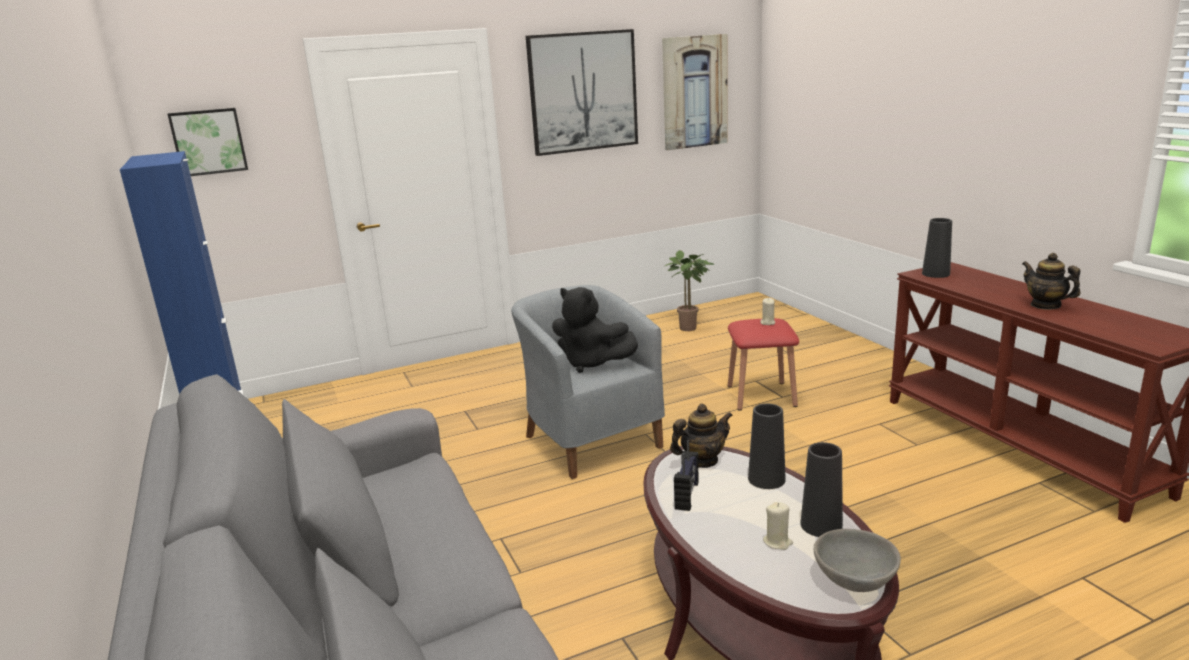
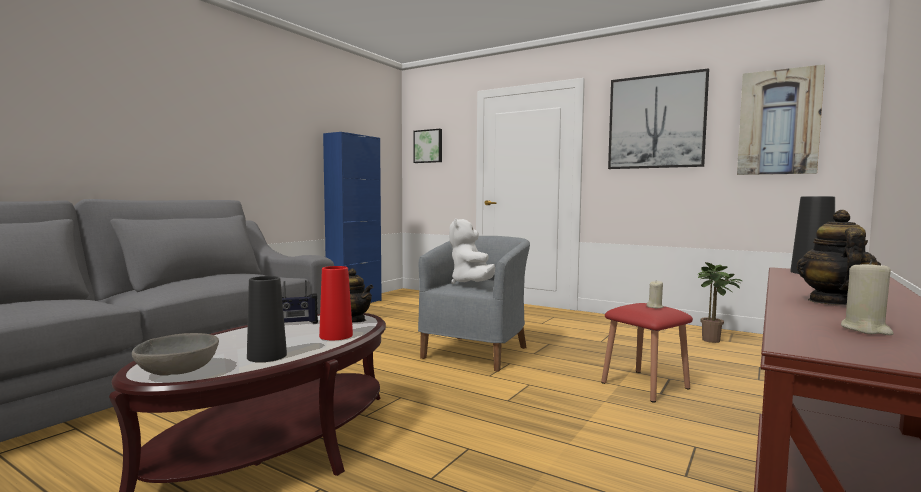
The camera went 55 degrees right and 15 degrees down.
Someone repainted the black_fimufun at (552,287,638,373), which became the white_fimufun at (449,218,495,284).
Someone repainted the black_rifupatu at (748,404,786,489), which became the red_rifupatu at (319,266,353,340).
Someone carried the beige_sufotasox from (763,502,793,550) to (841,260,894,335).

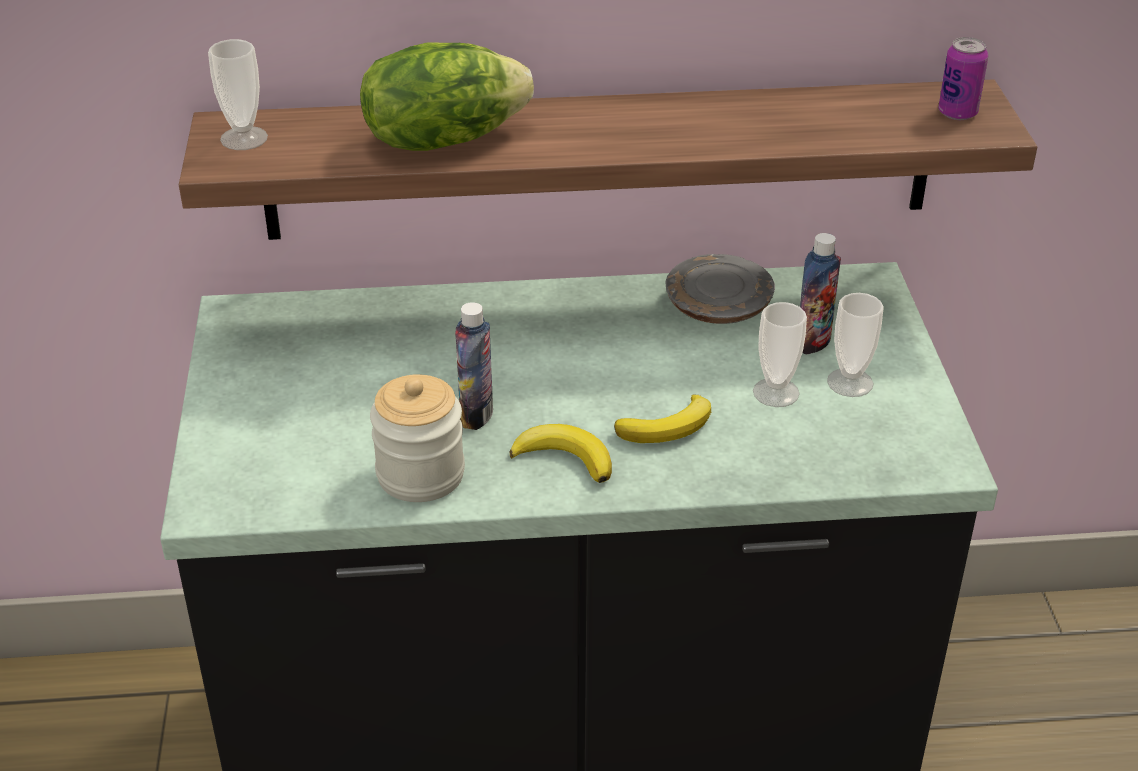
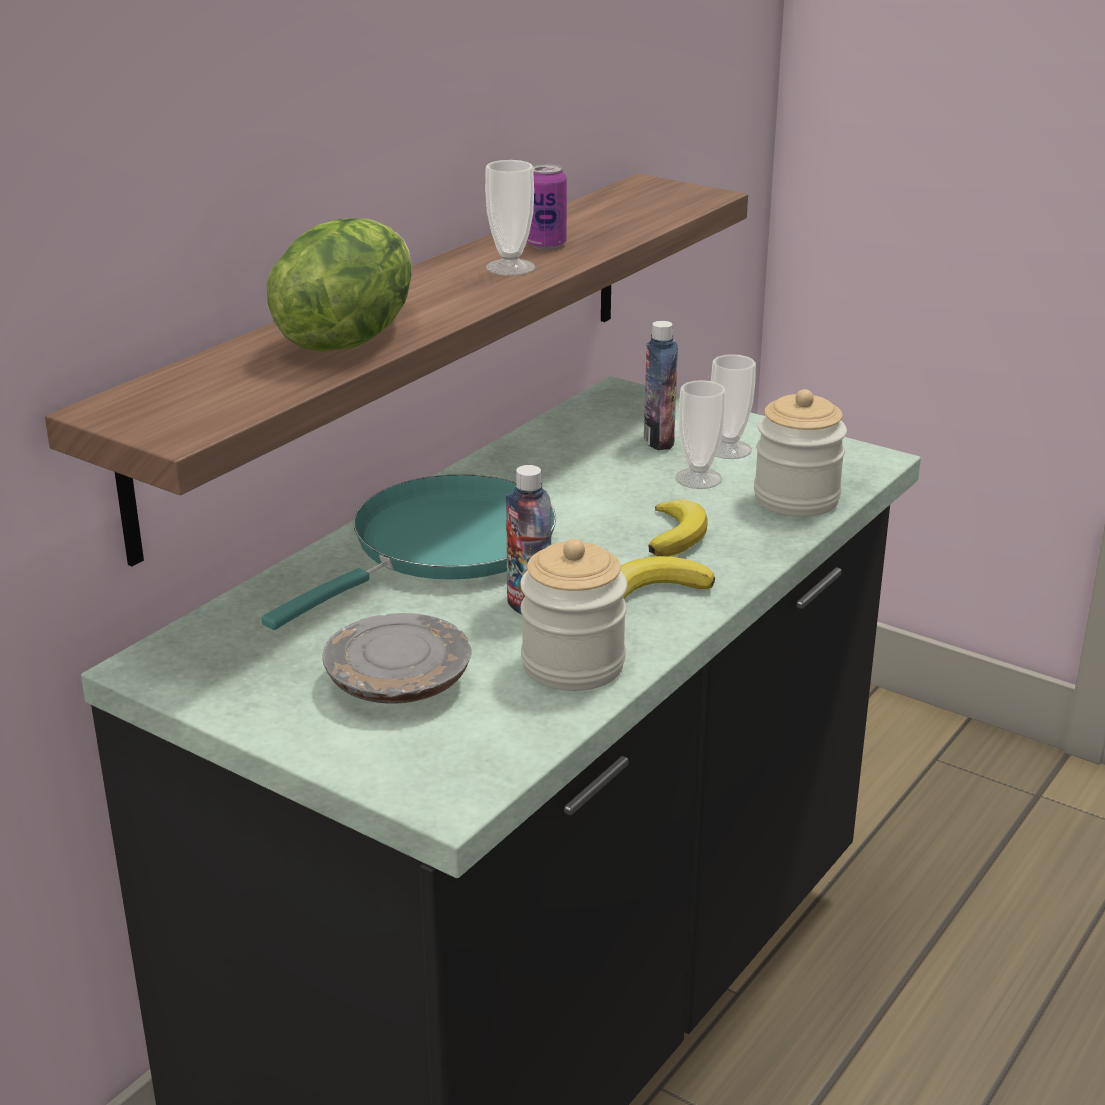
The camera went 50 degrees left and 10 degrees down.
Someone carried the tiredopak from (208,39,268,150) to (485,160,535,276).
Someone carried the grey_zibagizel from (666,254,775,324) to (322,613,472,703).
Someone carried the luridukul from (938,37,988,120) to (527,163,567,250).
Someone put down the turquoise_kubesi at (261,474,556,630).
Someone put down the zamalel at (754,389,847,517).

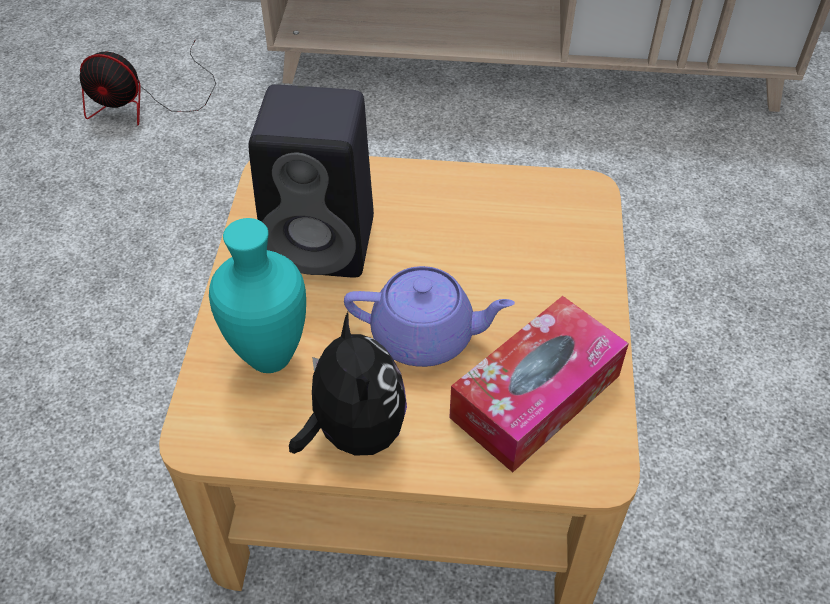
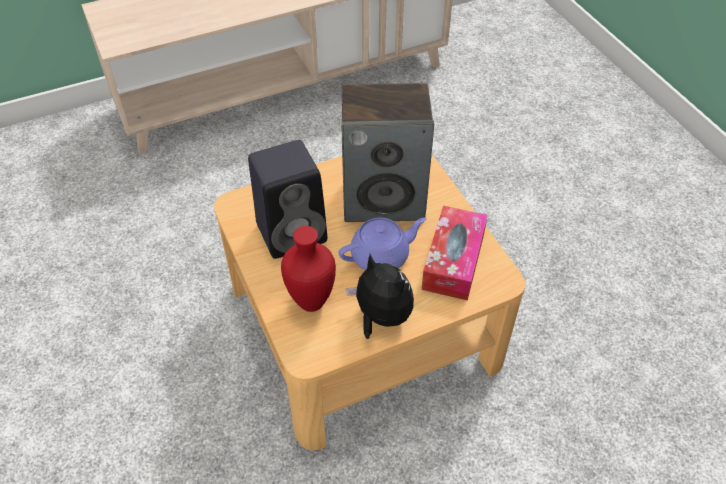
The camera went 30 degrees left and 0 degrees up.
Someone took away the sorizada at (80,41,216,125).
Someone repainted the turquoise_rifupatu at (209,218,306,373), which became the red_rifupatu at (281,226,336,312).
Someone put down the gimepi at (342,83,434,222).

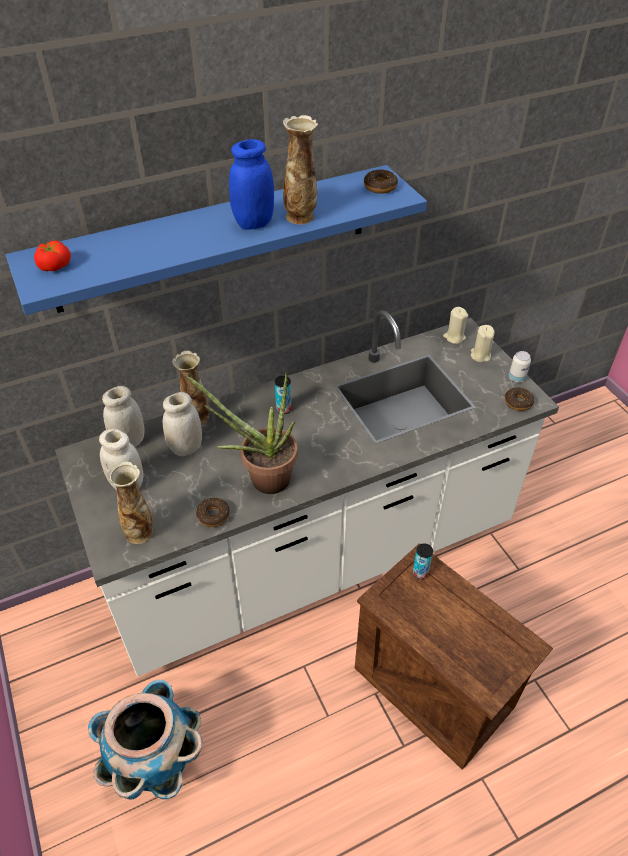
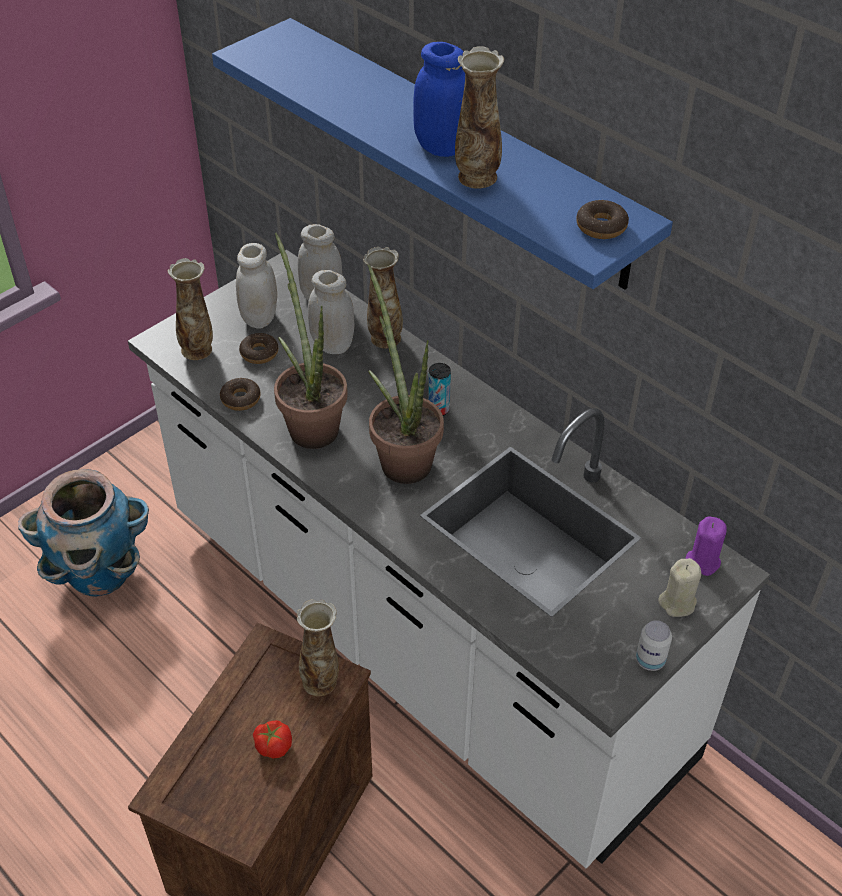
The camera went 70 degrees right and 0 degrees up.
Someone carried the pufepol from (34,240,71,271) to (253,721,292,758).
Someone swapped the luridukul at (413,544,433,579) for the rifupatu at (297,599,339,696).
Someone repainted the beige_sufotasox at (443,307,468,344), which became the purple_sufotasox at (686,516,727,576).
Someone carried the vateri from (505,387,534,411) to (239,333,278,364).
Someone put down the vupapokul at (368,264,444,484).

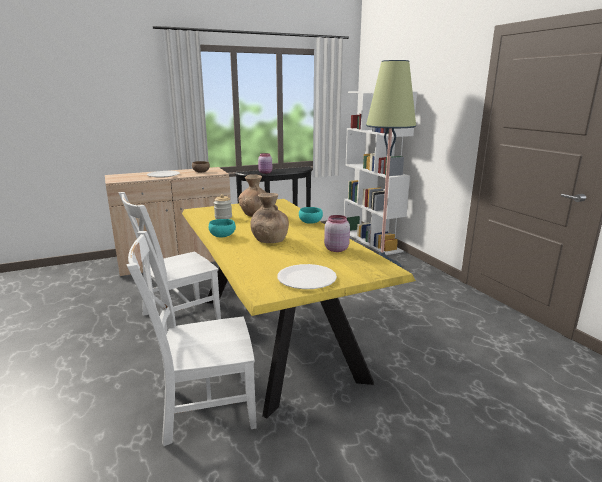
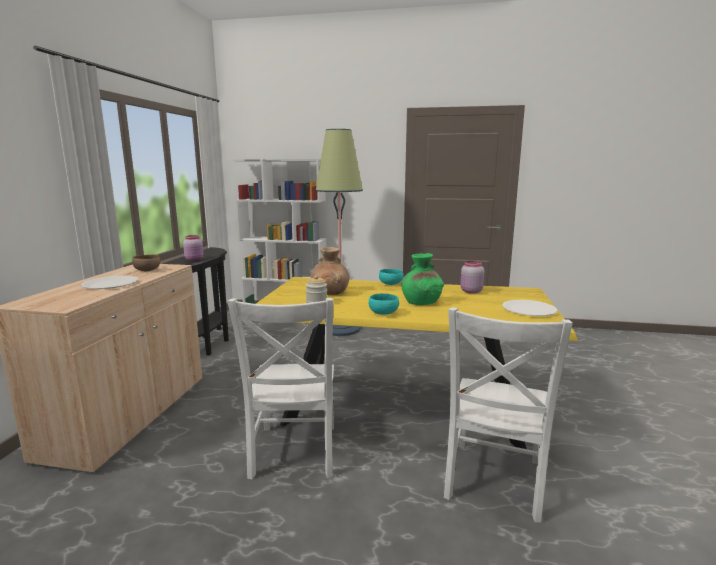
The camera went 55 degrees left and 5 degrees down.
Someone repainted the brown_rifupatu at (250,193,289,243), which became the green_rifupatu at (401,253,444,305).

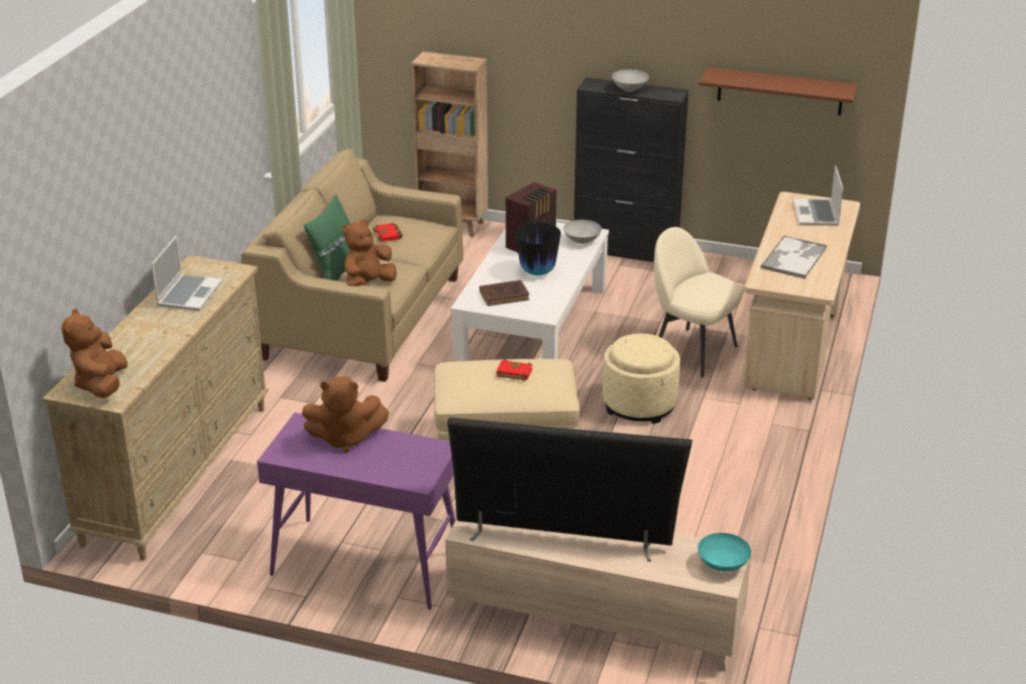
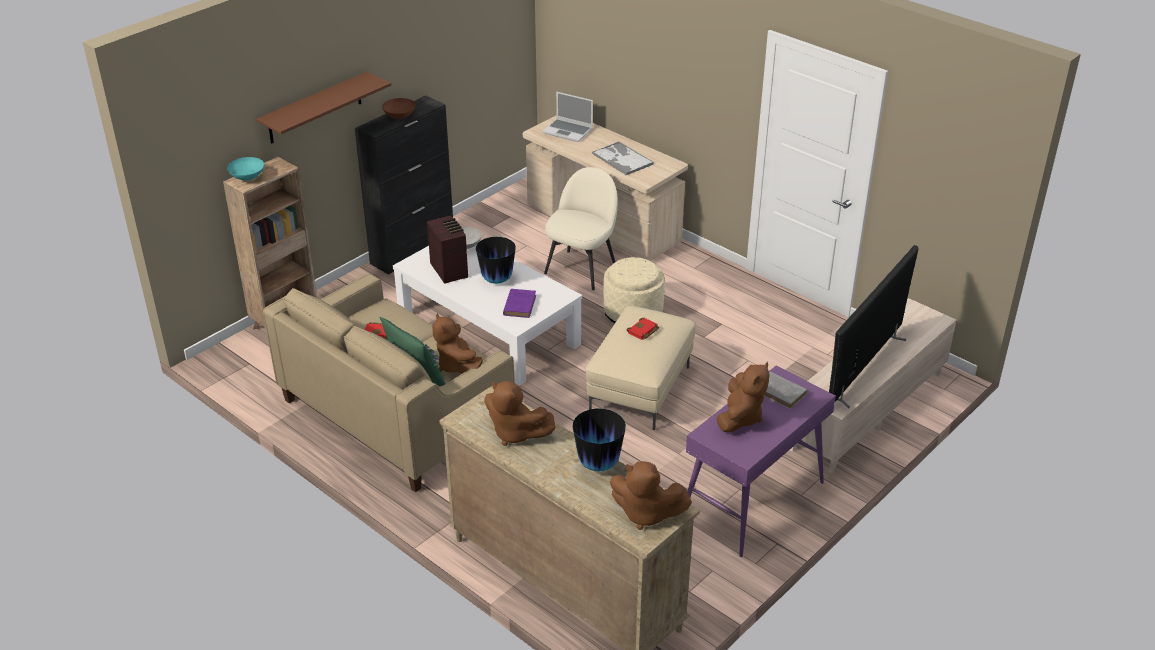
The camera went 65 degrees left and 5 degrees up.
Someone swapped the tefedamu at (151,235,223,311) for the brown_fimufun at (484,381,556,446).
Someone repainted the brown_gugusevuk at (480,280,530,306), which became the purple_gugusevuk at (503,289,536,318).
Someone repainted the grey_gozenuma at (612,69,649,92), which became the brown_gozenuma at (382,98,416,119).
Someone rotated the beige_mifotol at (654,227,742,378) by 150 degrees clockwise.
Someone carried the turquoise_gozenuma from (698,533,751,572) to (227,157,264,181).
Someone carried the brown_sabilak from (699,67,858,115) to (257,72,391,144).
Someone put down the rifupatu at (573,408,626,471).
Someone put down the grey_gugusevuk at (764,372,808,409).

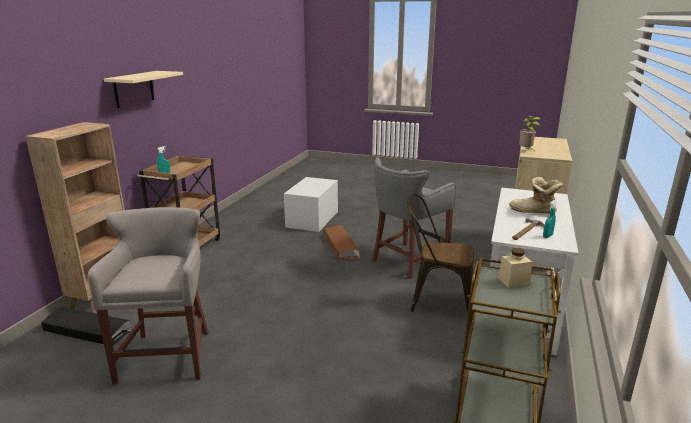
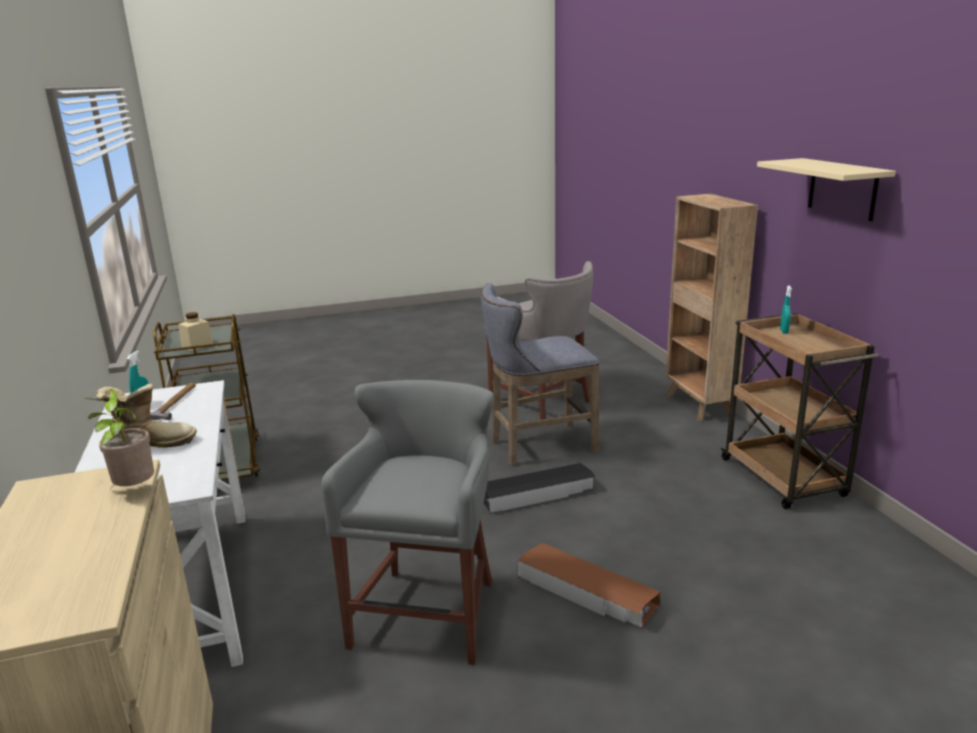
The camera went 145 degrees right and 0 degrees up.
Someone carried the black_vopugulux from (41,307,132,345) to (484,463,596,514).
Someone took away the white_vopugulux at (284,177,338,232).
Someone took away the brown_mifotol at (407,193,474,312).
Someone put down the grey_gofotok at (481,283,600,466).

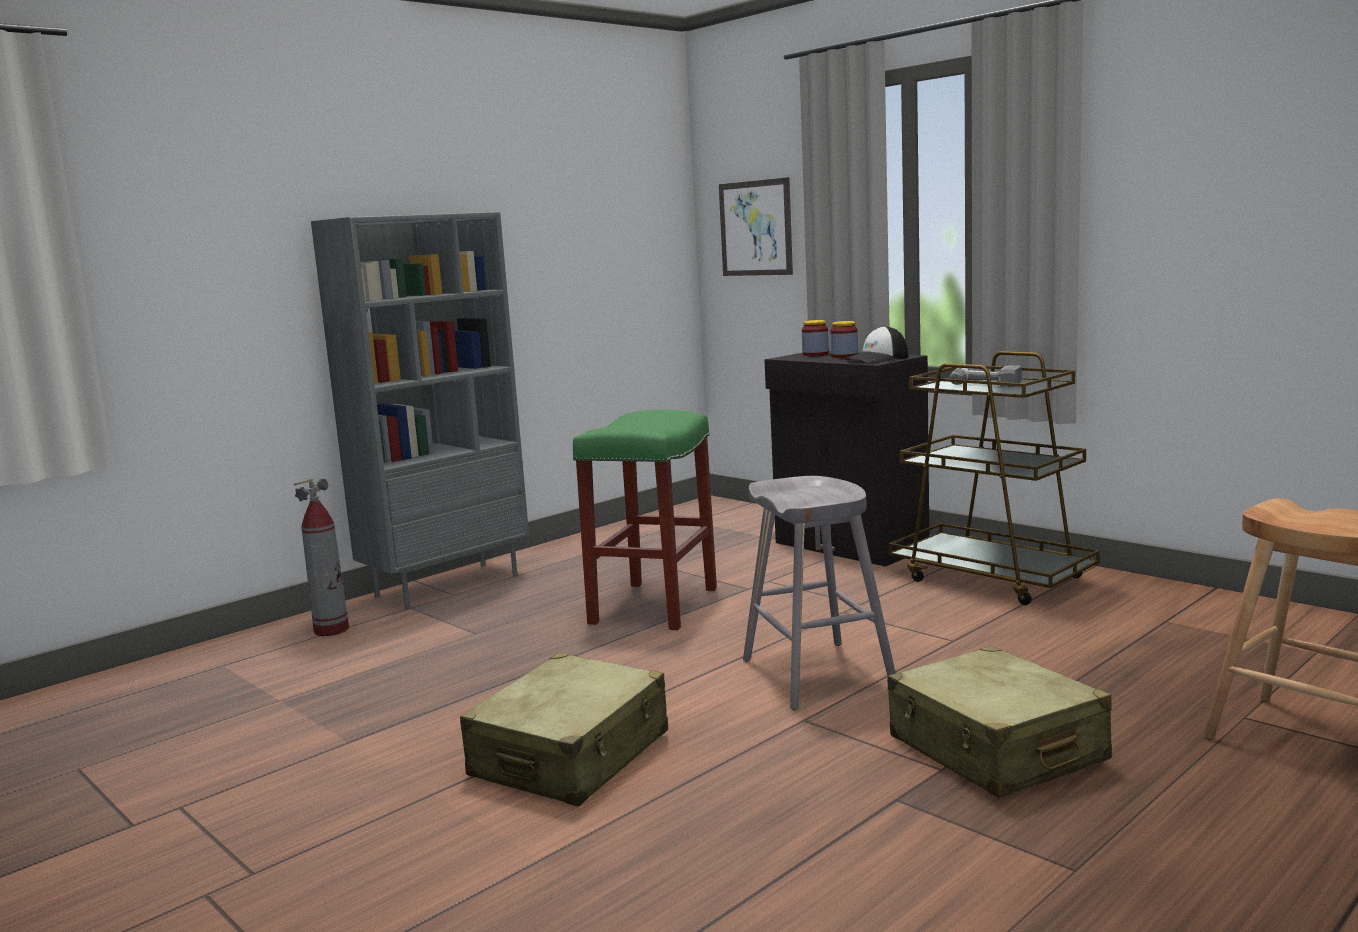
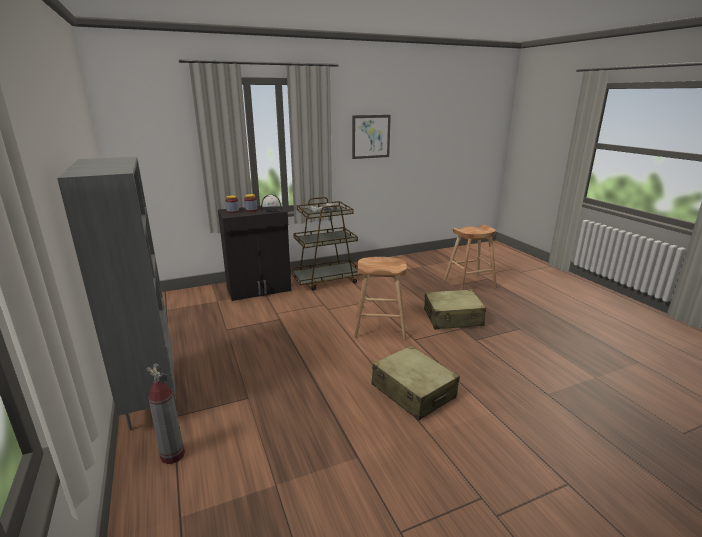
The camera went 70 degrees left and 10 degrees up.
Someone took away the green_gofotok at (573,410,717,630).
Someone carried the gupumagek from (719,177,793,276) to (352,115,391,159).
Someone repainted the grey_gofotok at (743,476,896,710), which became the brown_gofotok at (354,257,407,340).

